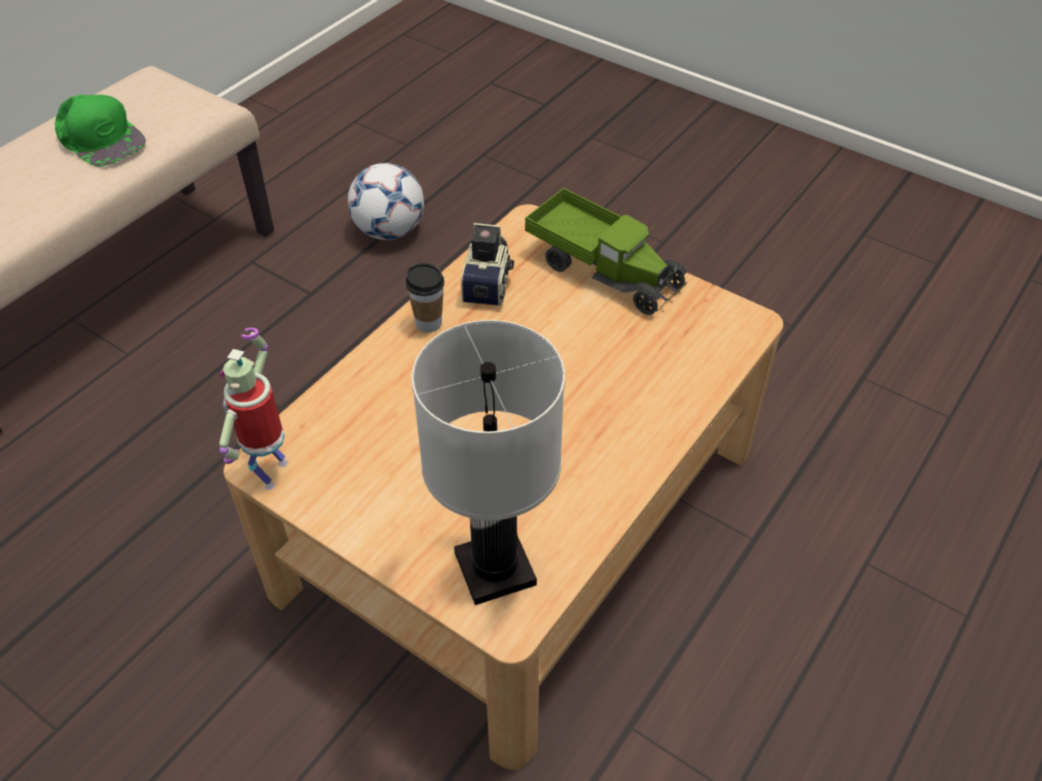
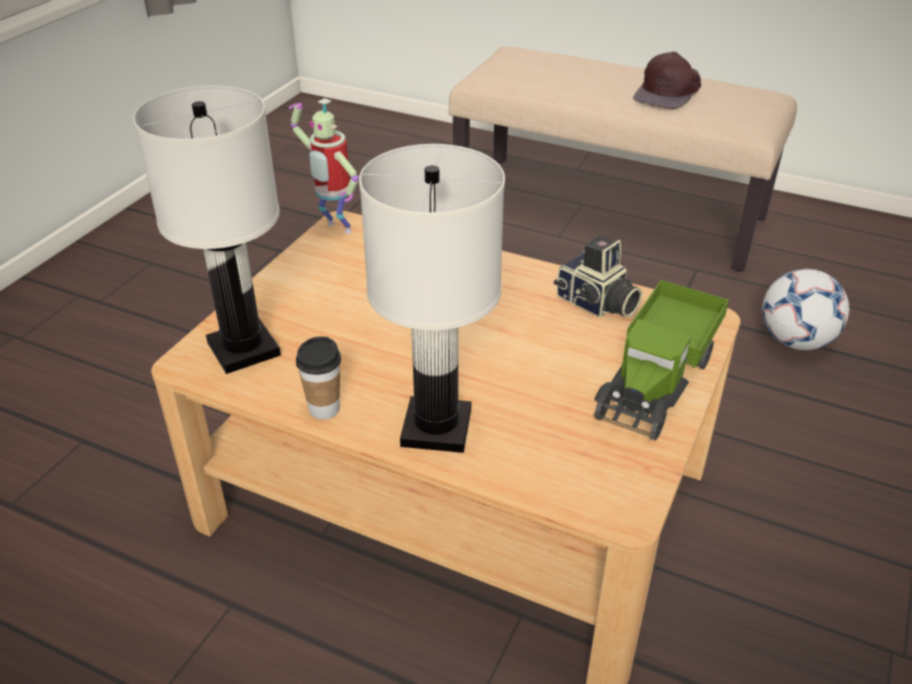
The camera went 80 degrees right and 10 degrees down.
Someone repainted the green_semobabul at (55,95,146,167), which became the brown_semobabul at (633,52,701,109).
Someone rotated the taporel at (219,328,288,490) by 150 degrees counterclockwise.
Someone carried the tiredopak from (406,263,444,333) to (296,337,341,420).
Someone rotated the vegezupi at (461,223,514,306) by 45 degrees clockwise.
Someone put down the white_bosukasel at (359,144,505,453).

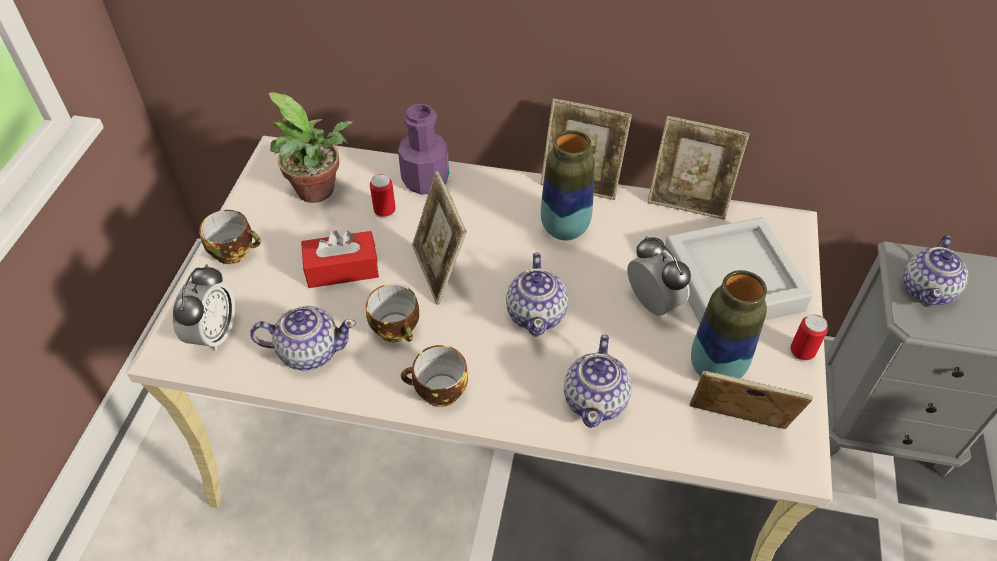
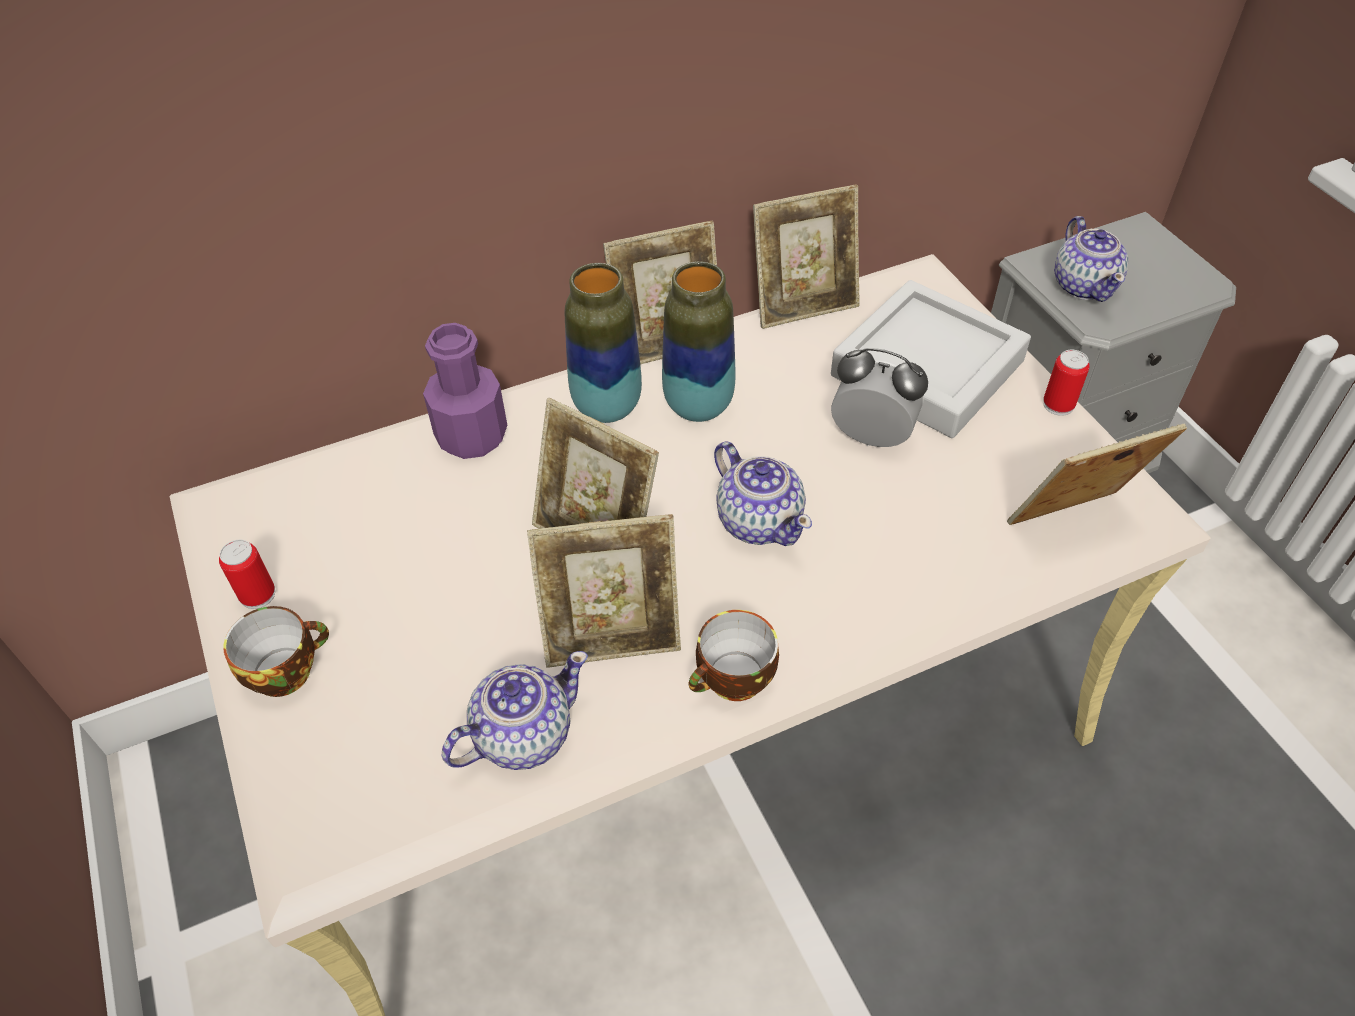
The camera went 35 degrees left and 0 degrees up.
Someone took away the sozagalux at (173,264,235,352).
Someone took away the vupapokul at (268,92,353,203).
Someone took away the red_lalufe at (301,230,379,288).
Someone swapped the tiredopak at (366,284,419,342) for the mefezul at (527,514,681,668).
Someone carried the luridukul from (370,174,396,219) to (219,540,275,609).
Someone took away the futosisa at (564,335,631,428).
Someone carried the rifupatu from (691,270,767,379) to (565,263,642,423).

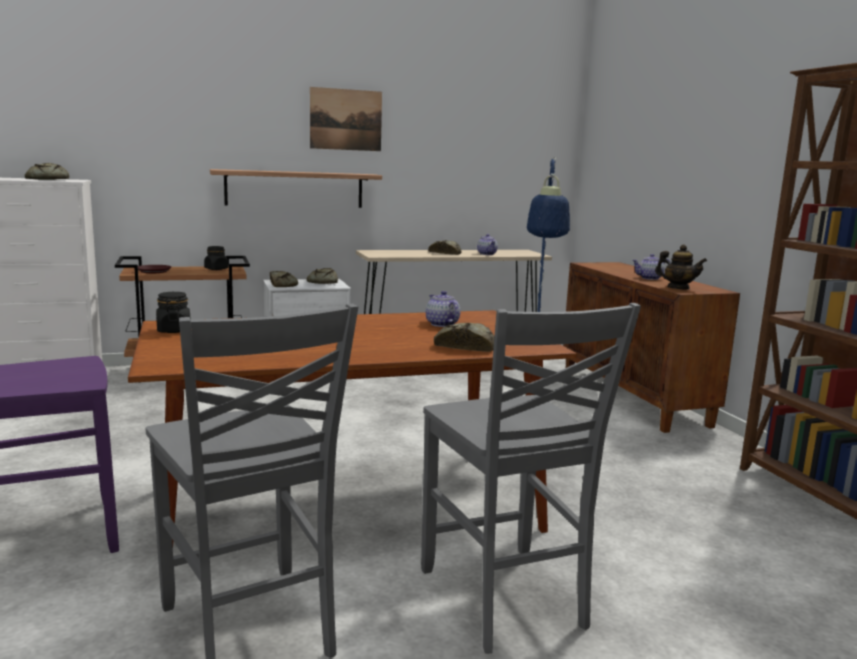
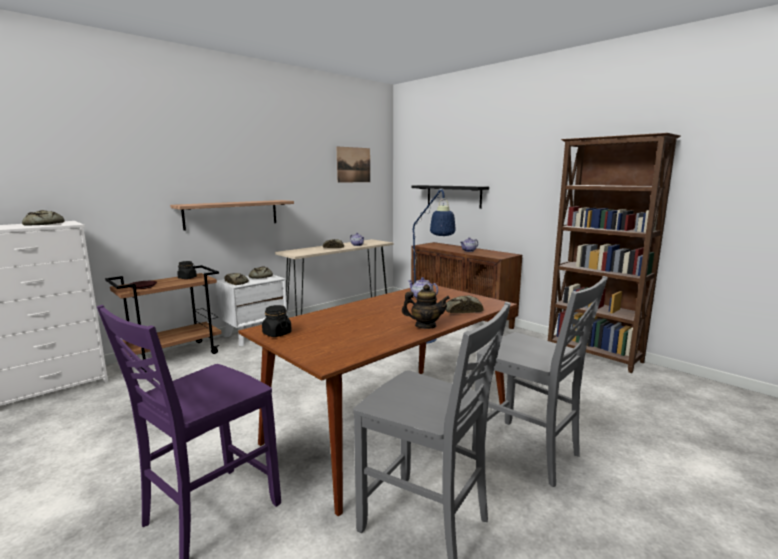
The camera went 25 degrees left and 0 degrees up.
Someone carried the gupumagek from (310,87,382,151) to (337,146,370,183).
Someone carried the futosisa from (655,244,707,290) to (402,284,450,329).
Someone put up the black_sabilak at (411,185,489,209).

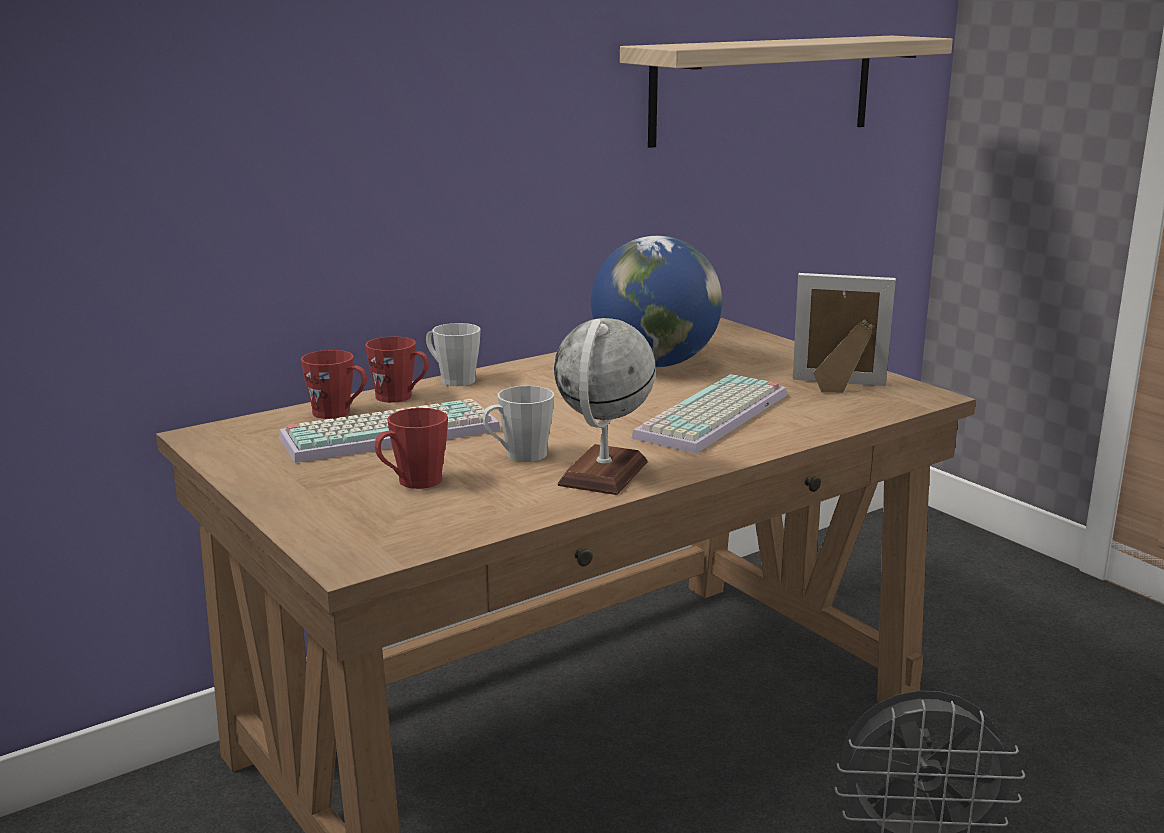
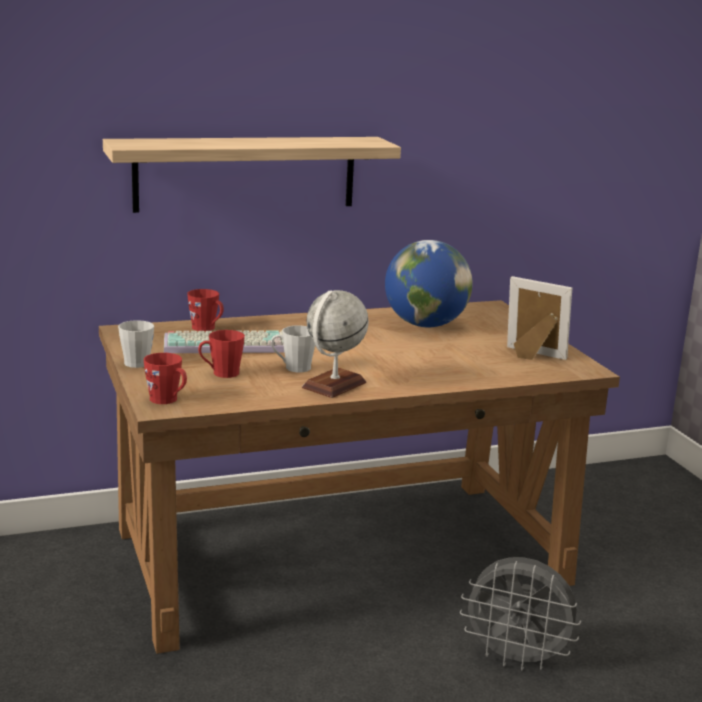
The camera went 15 degrees right and 0 degrees up.
Someone carried the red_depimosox from (365,337,429,403) to (144,353,187,404).
Someone carried the grey_depimosox from (426,323,481,386) to (118,320,154,368).
Someone carried the sabilak from (620,36,953,148) to (103,137,401,213).
Someone took away the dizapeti at (632,374,787,454).

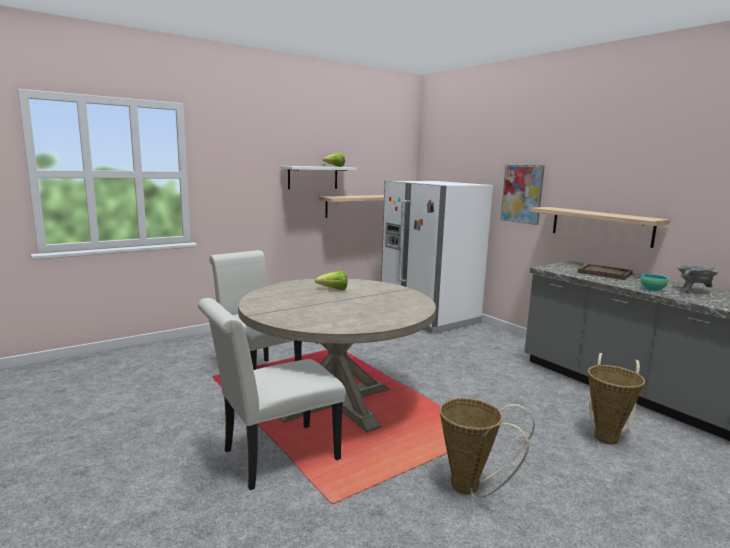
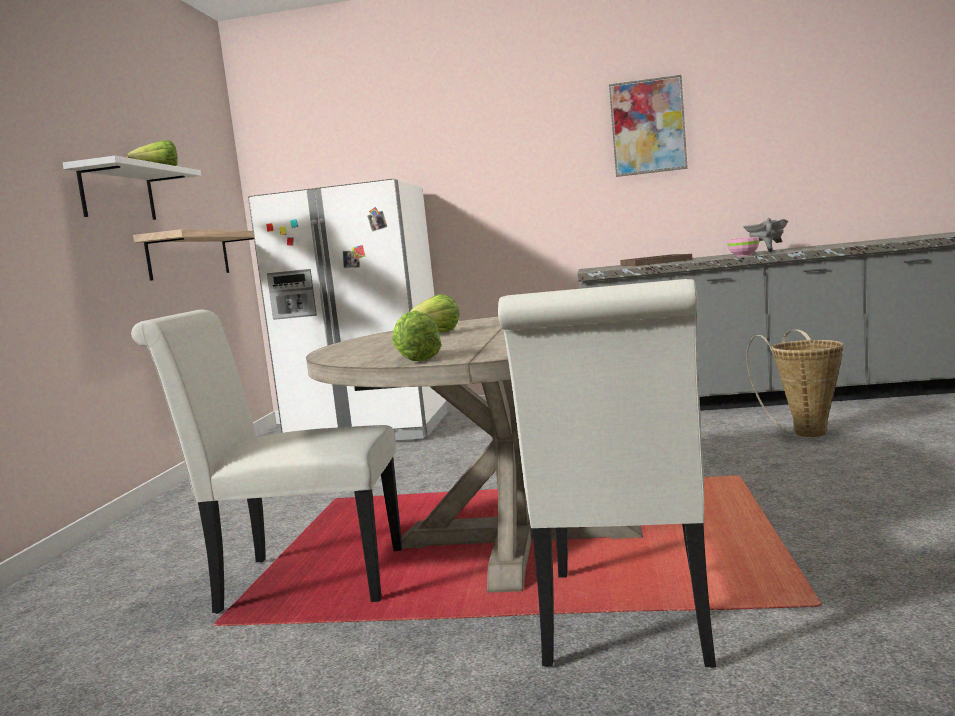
The camera went 45 degrees left and 5 degrees down.
Someone took away the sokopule at (440,398,535,498).
Someone carried the gupumagek from (501,164,545,225) to (609,75,688,177).
Someone took away the sabilak at (530,207,670,248).
Someone repainted the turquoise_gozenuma at (640,274,668,292), which became the pink_gozenuma at (727,237,759,257).
Someone put down the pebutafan at (392,310,442,361).

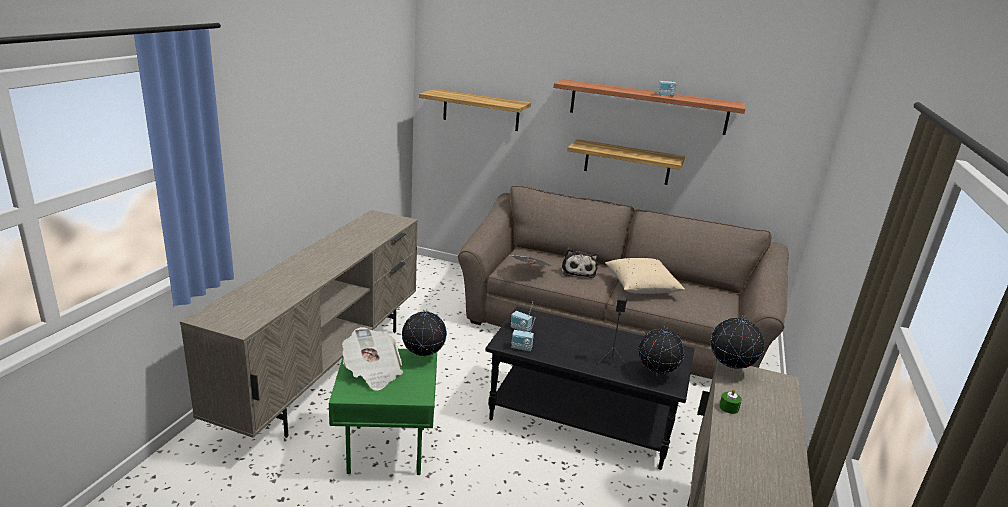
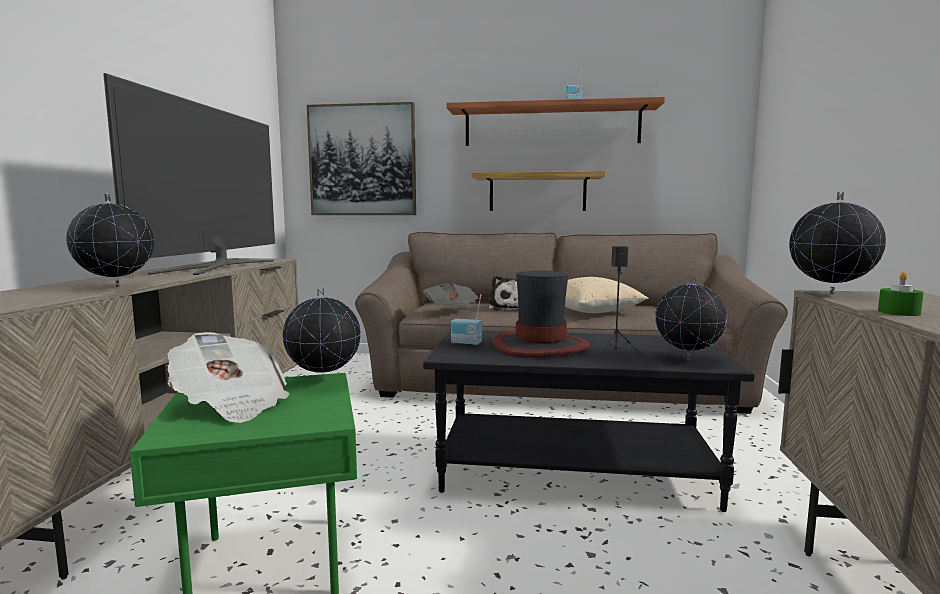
The camera went 10 degrees left and 15 degrees down.
Someone swapped the sabilak at (419,89,531,131) for the gupumagek at (307,102,416,215).
Someone took away the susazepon at (511,318,535,351).
Someone put down the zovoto at (66,194,154,287).
Someone put down the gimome at (103,73,275,275).
Someone put down the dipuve at (493,271,590,357).

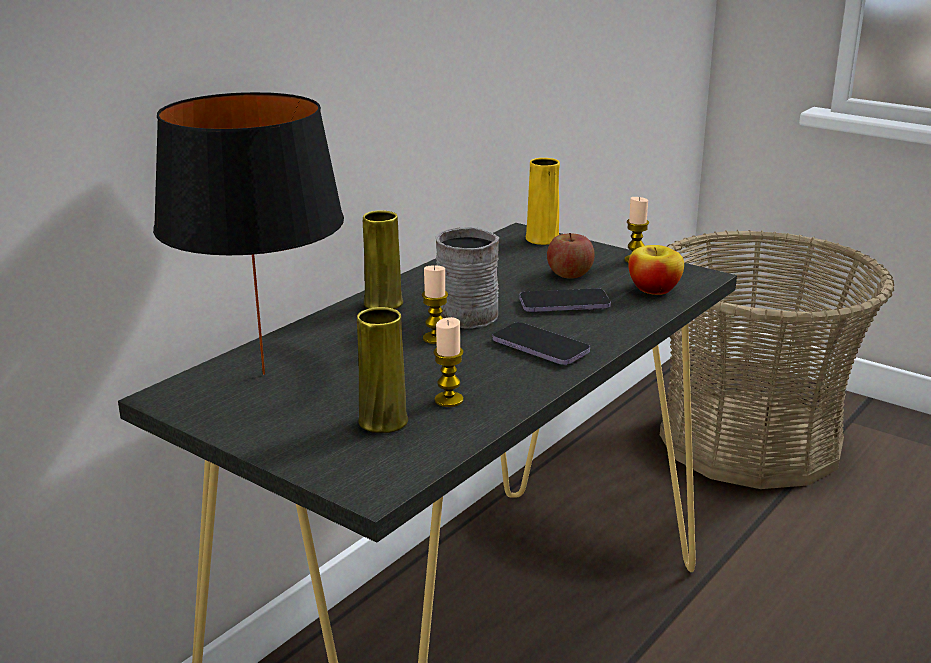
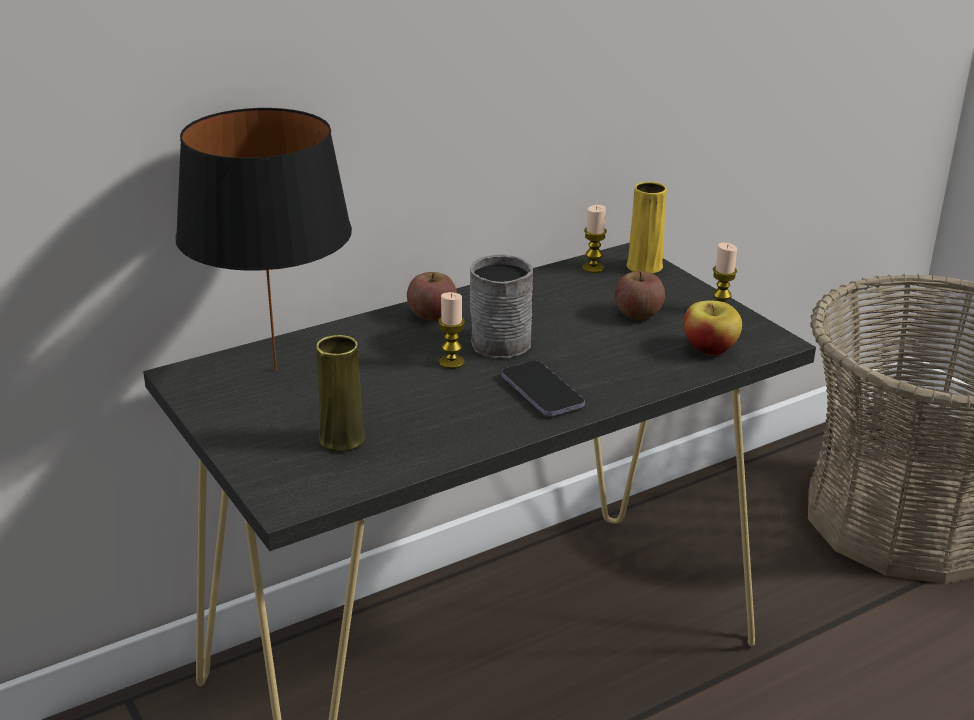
The camera went 20 degrees right and 5 degrees up.
Someone swapped the yellow_rifupatu at (363,210,403,309) for the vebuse at (407,272,457,321).
Someone carried the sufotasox from (433,317,464,407) to (582,205,607,273).
Someone took away the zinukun at (519,288,611,312).

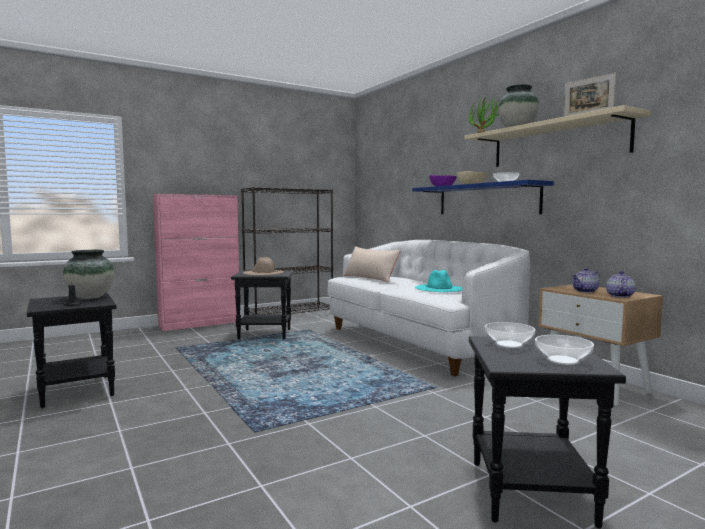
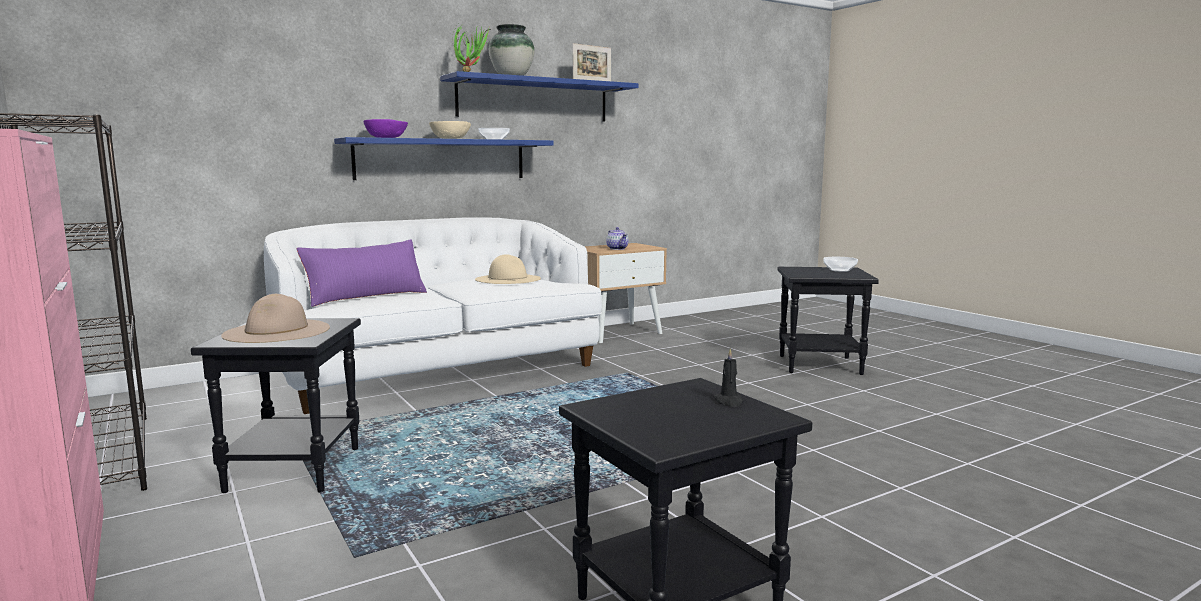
The camera went 90 degrees left and 5 degrees up.
Someone took away the rifupatu at (63,250,114,299).
Someone repainted the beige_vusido at (343,246,401,283), which became the purple_vusido at (296,239,427,307).
Someone repainted the turquoise_dipuve at (415,270,463,292), which became the beige_dipuve at (475,254,541,284).
Someone repainted the beige_sabilak at (464,105,651,167), which became the blue_sabilak at (440,71,638,121).
Someone took away the gozenuma at (485,322,536,348).
Someone took away the futosisa at (606,271,636,298).

